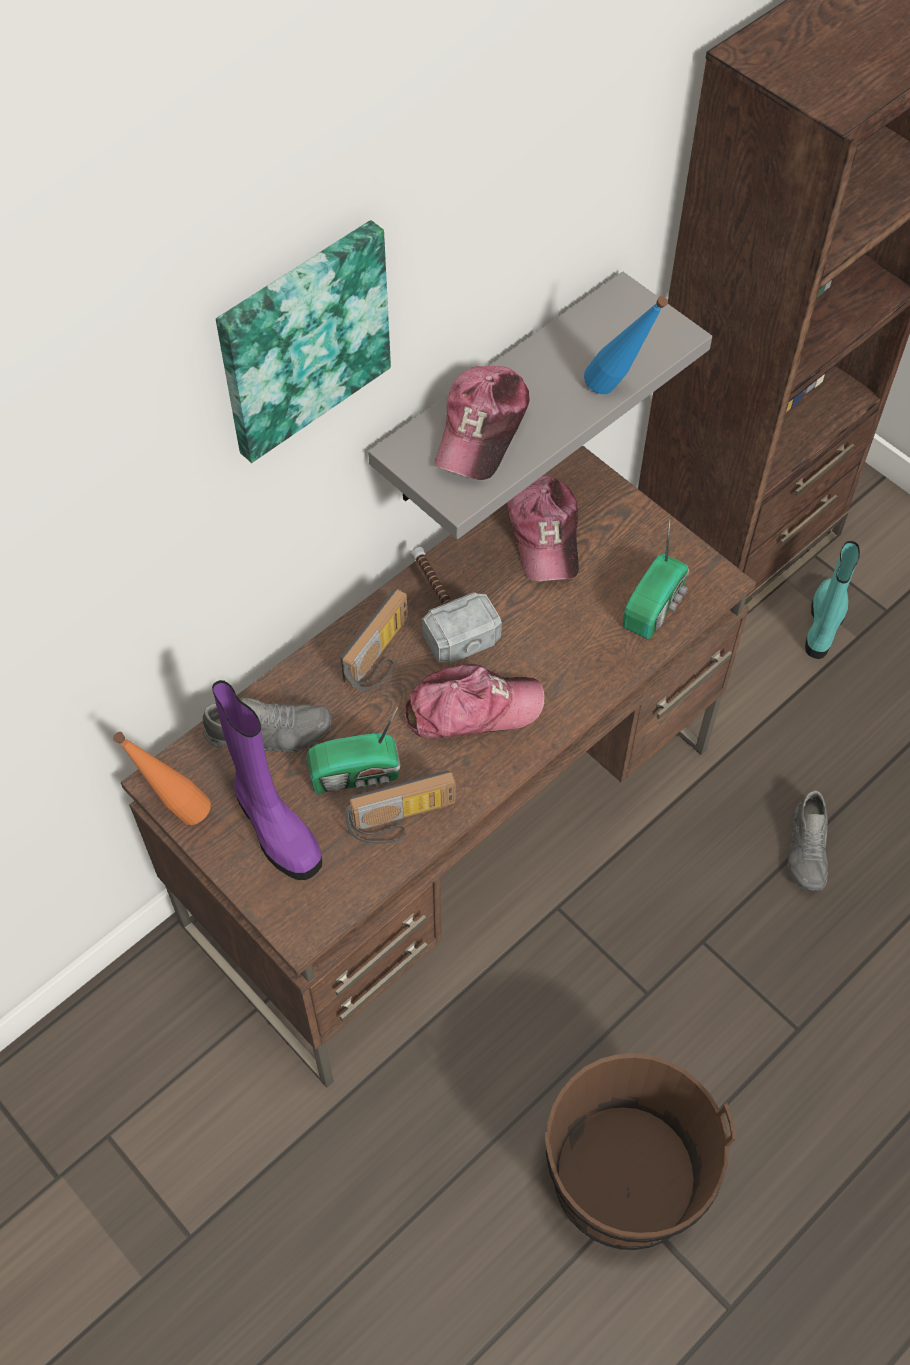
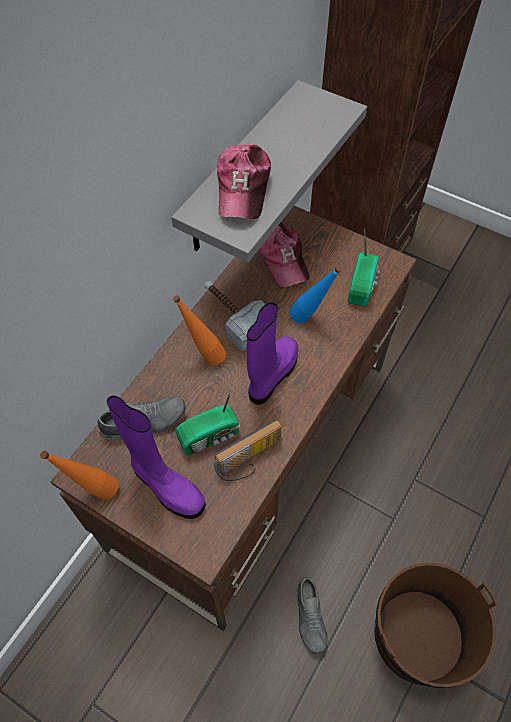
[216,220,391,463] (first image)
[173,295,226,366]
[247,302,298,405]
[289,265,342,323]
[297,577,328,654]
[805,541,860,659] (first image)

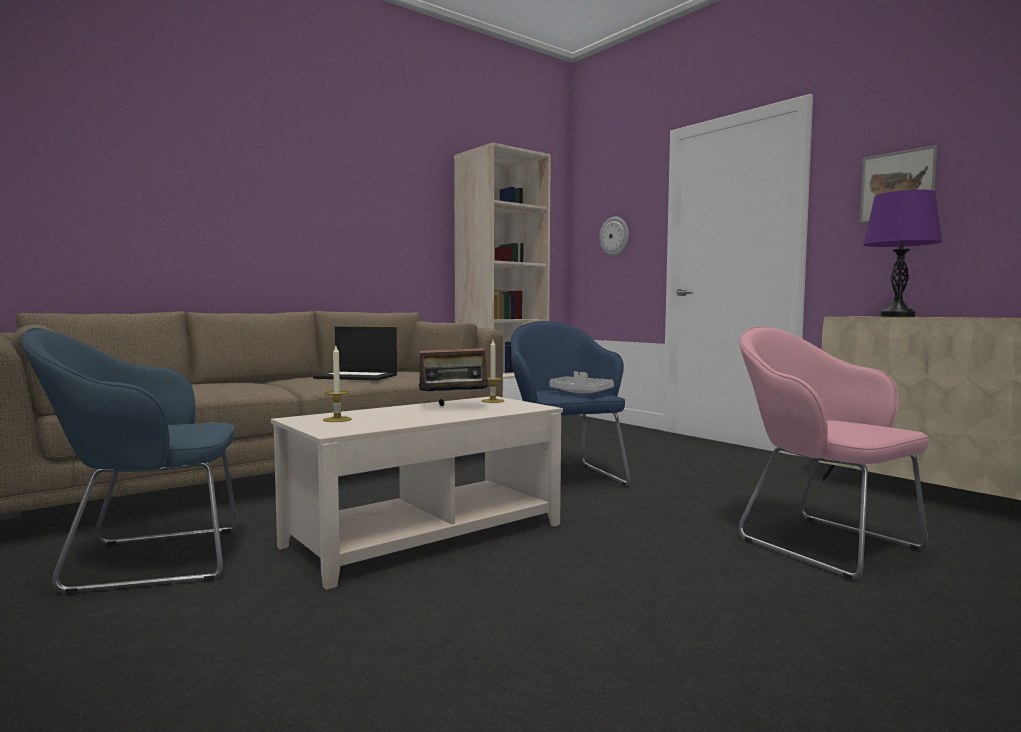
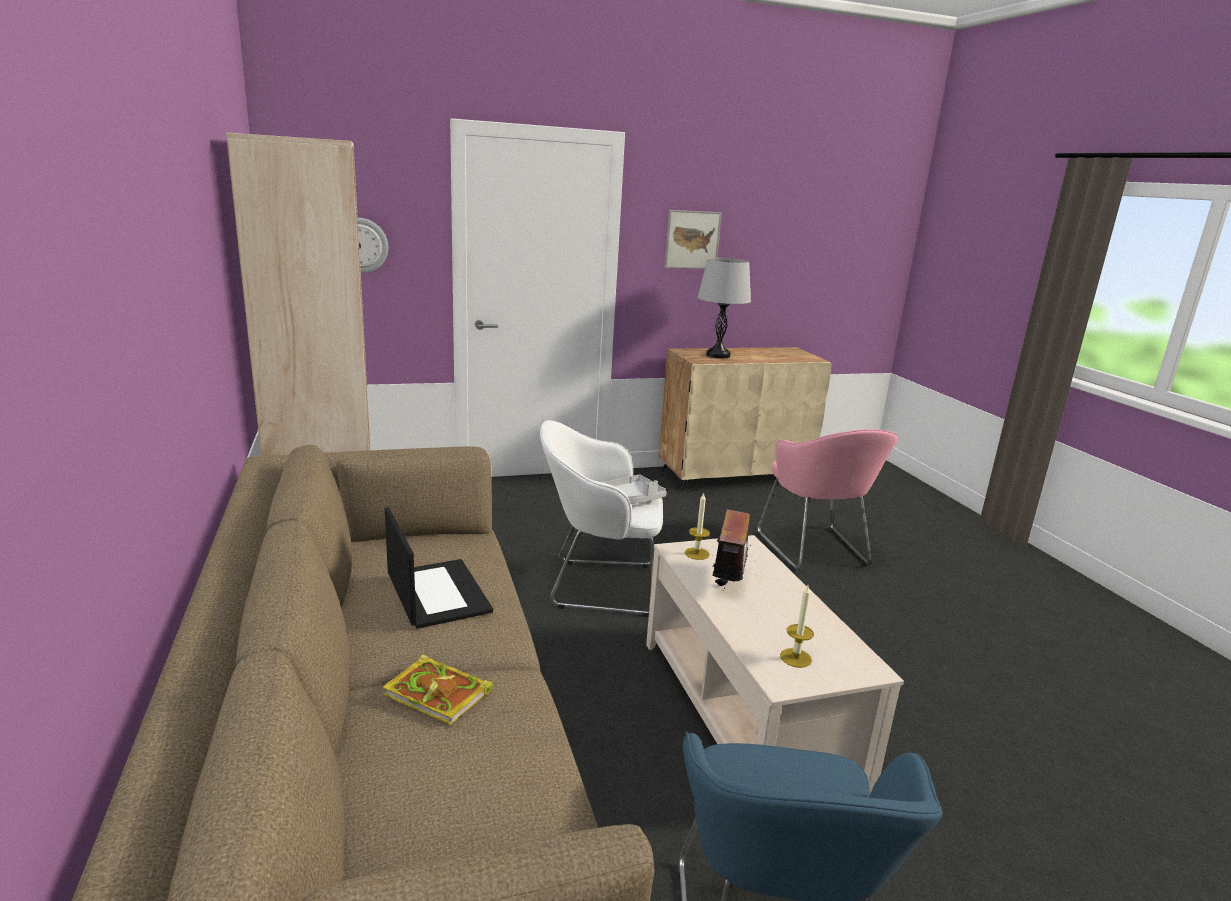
[385,507,493,629]
[540,420,663,617]
[758,429,898,570]
[698,258,751,359]
[383,654,493,725]

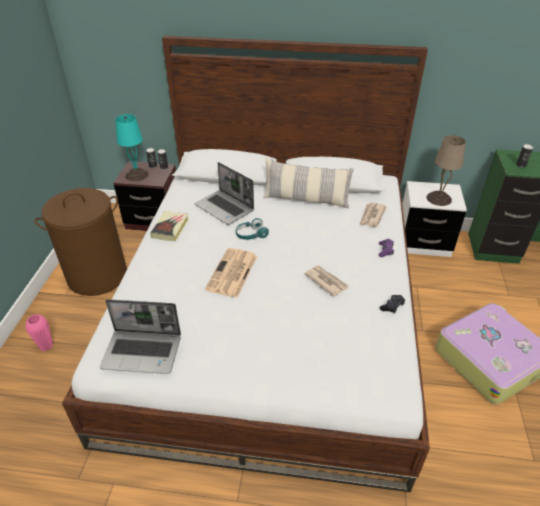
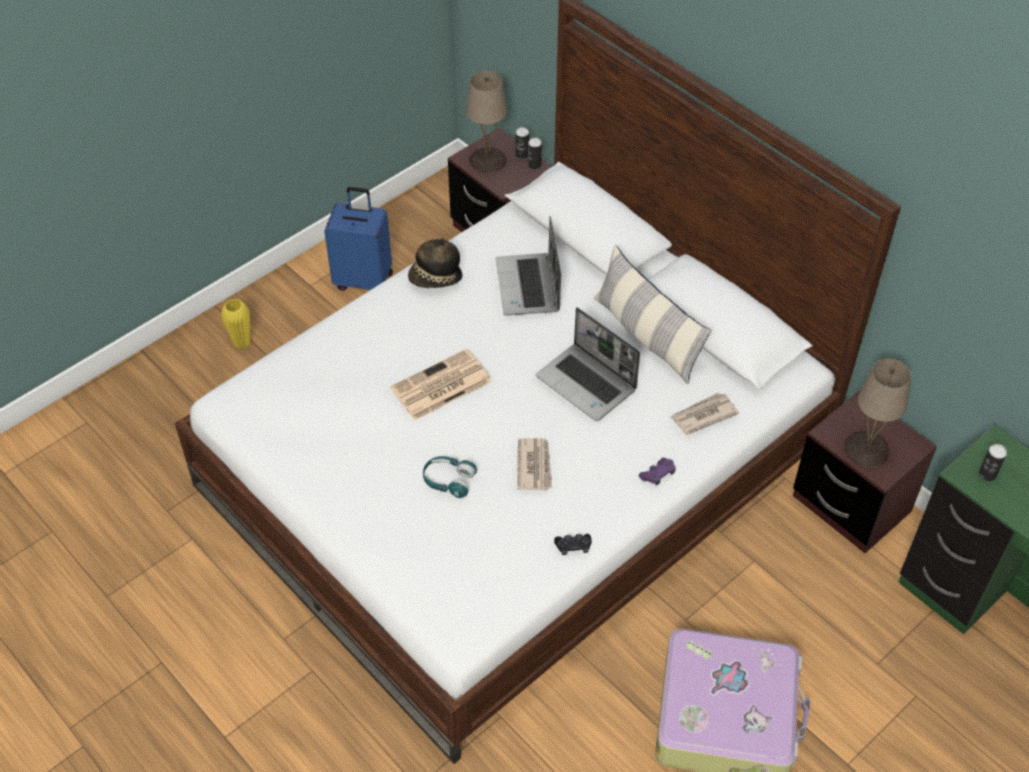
[221,299,251,349]
[324,187,393,291]
[536,307,640,421]
[466,71,507,173]
[408,238,462,288]
[423,456,477,498]
[793,390,937,553]

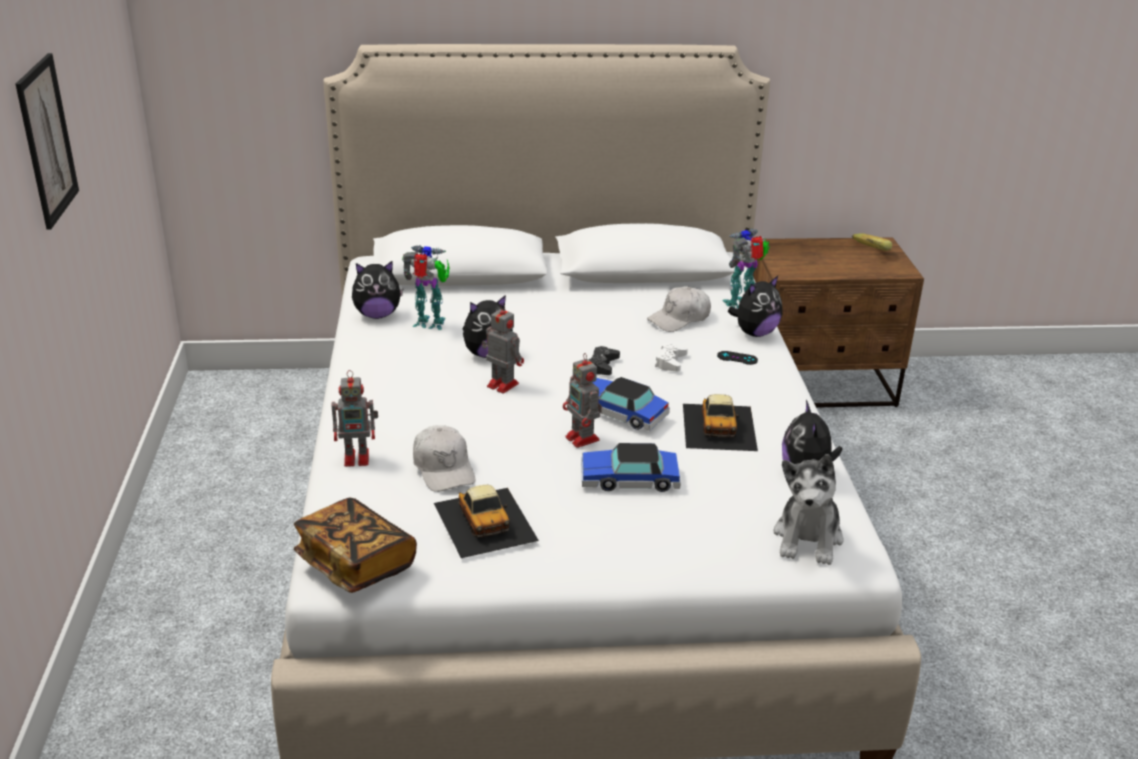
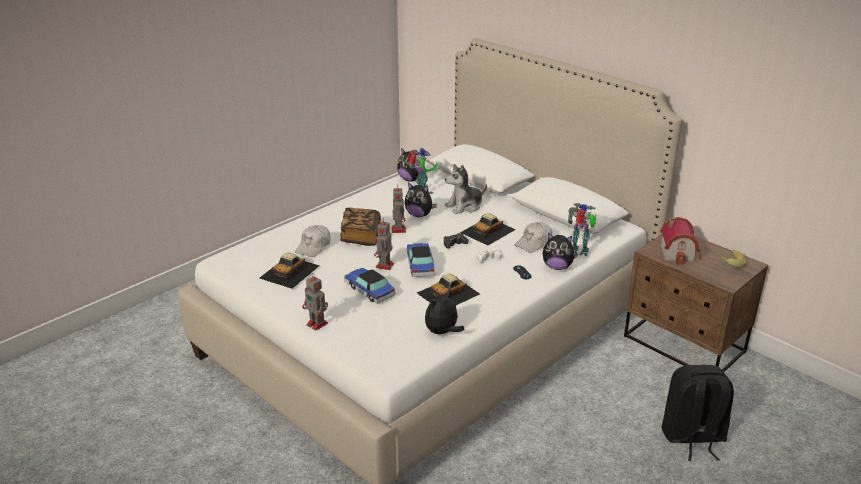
[15,53,79,230] (first image)
[340,208,381,246]
[302,273,328,331]
[515,222,552,253]
[445,164,487,214]
[460,213,516,245]
[660,217,702,265]
[661,365,734,461]

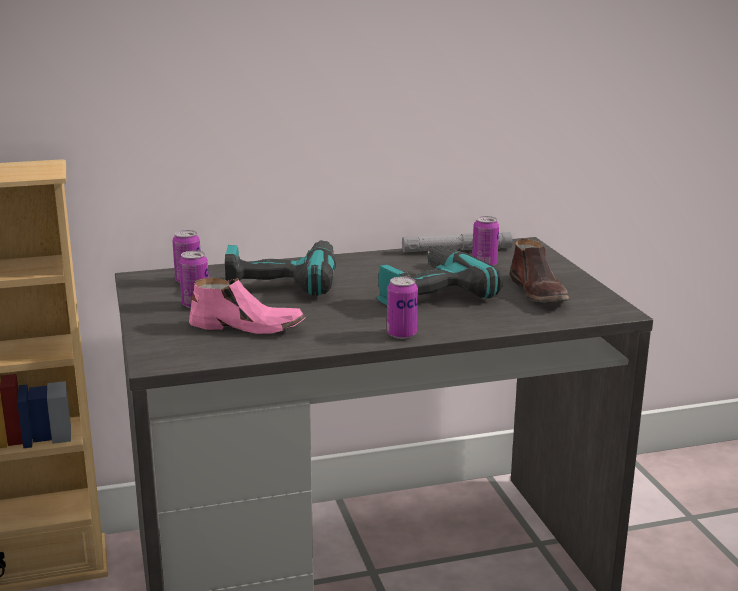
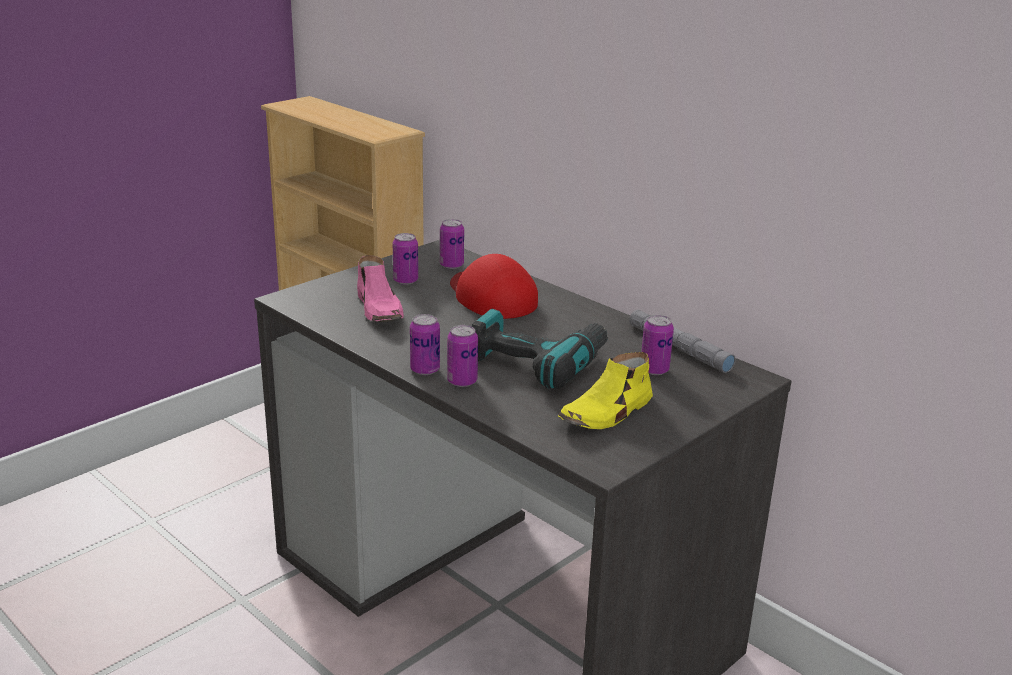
[450,254,538,319]
[558,352,653,429]
[447,325,478,387]

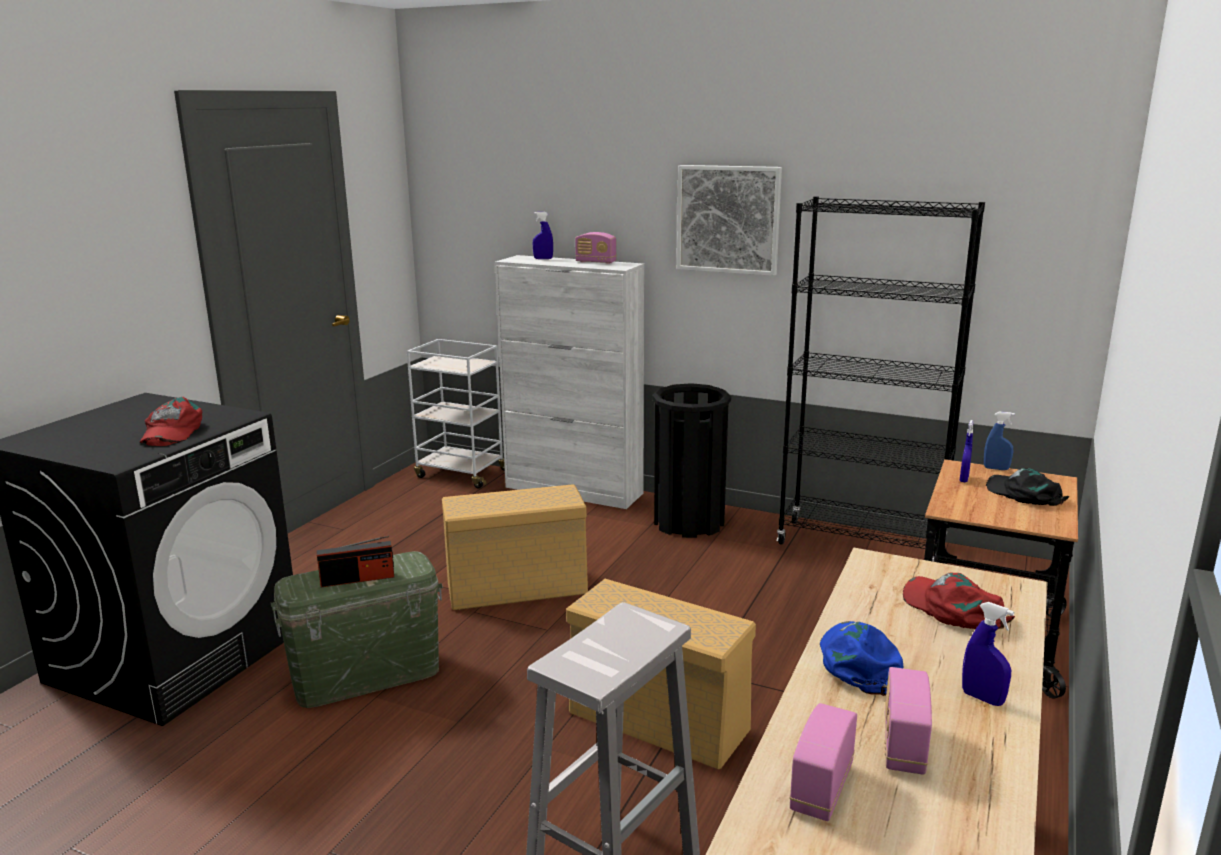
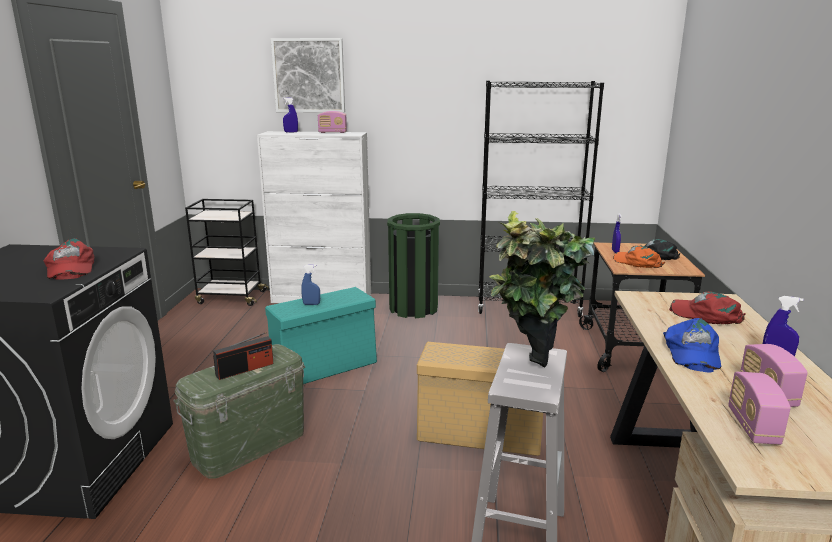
[185,199,269,306]
[265,287,377,384]
[387,213,440,318]
[271,38,345,113]
[663,318,721,373]
[301,265,320,305]
[489,211,595,368]
[613,245,665,268]

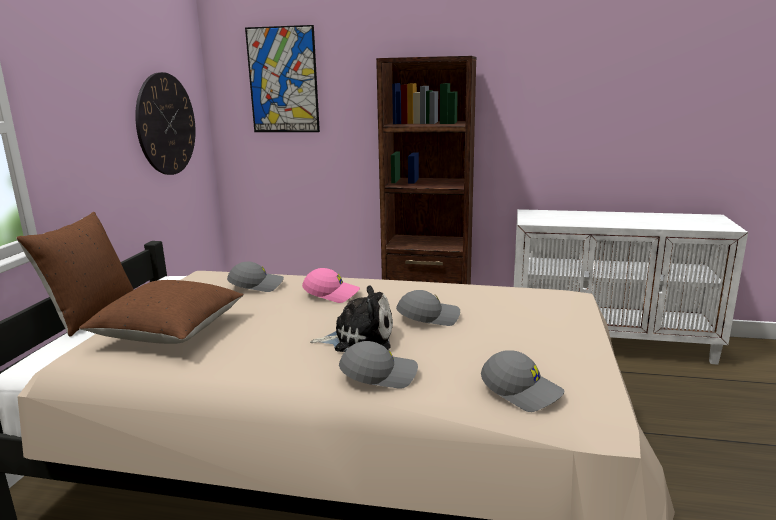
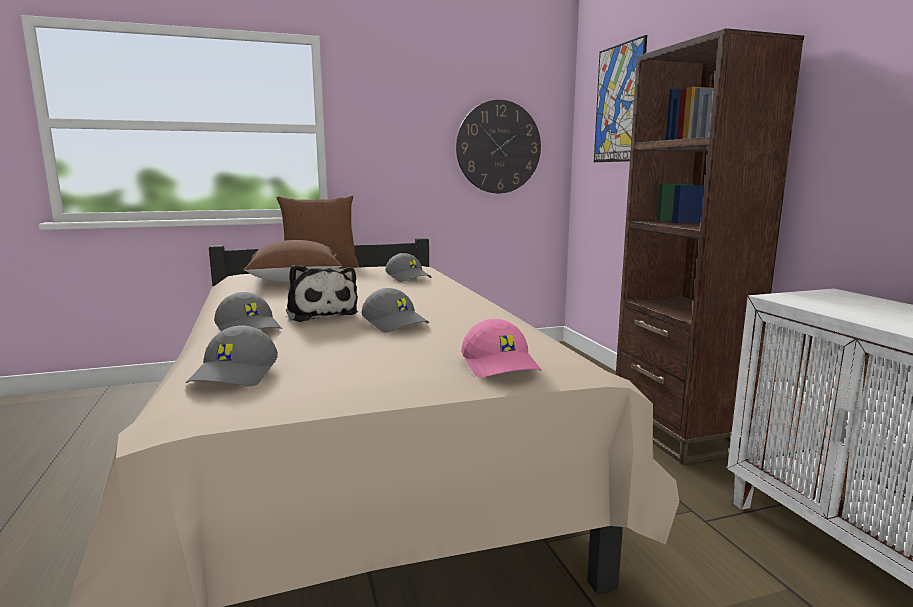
[461,319,541,378]

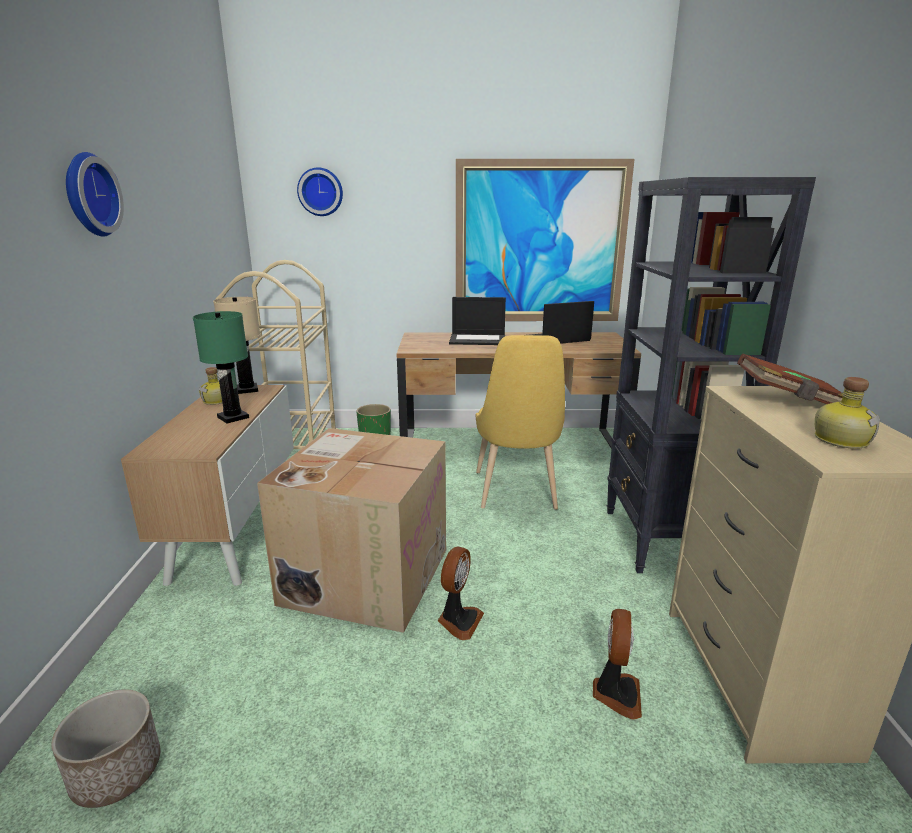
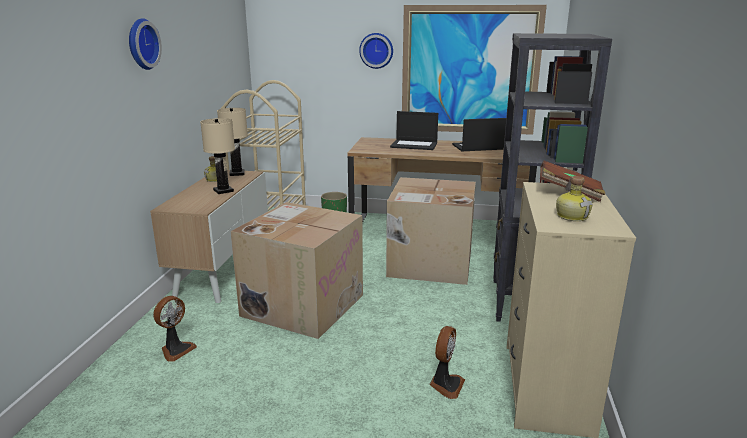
[51,690,160,808] (first image)
[200,118,235,194]
[359,33,393,69]
[153,296,197,362]
[386,177,476,285]

